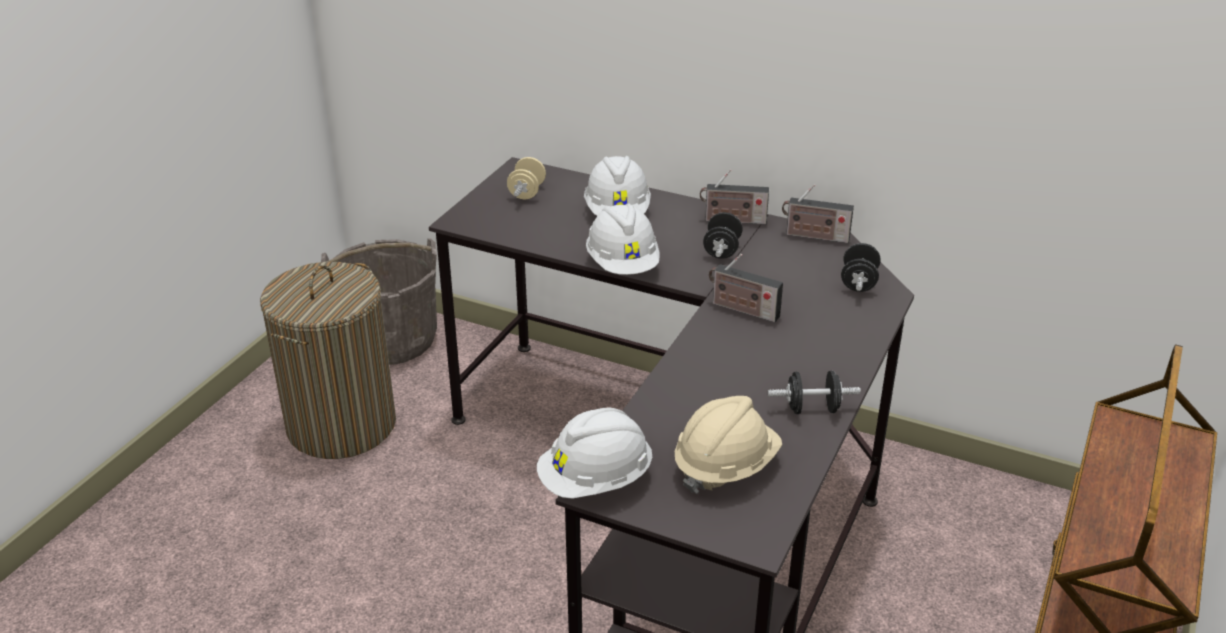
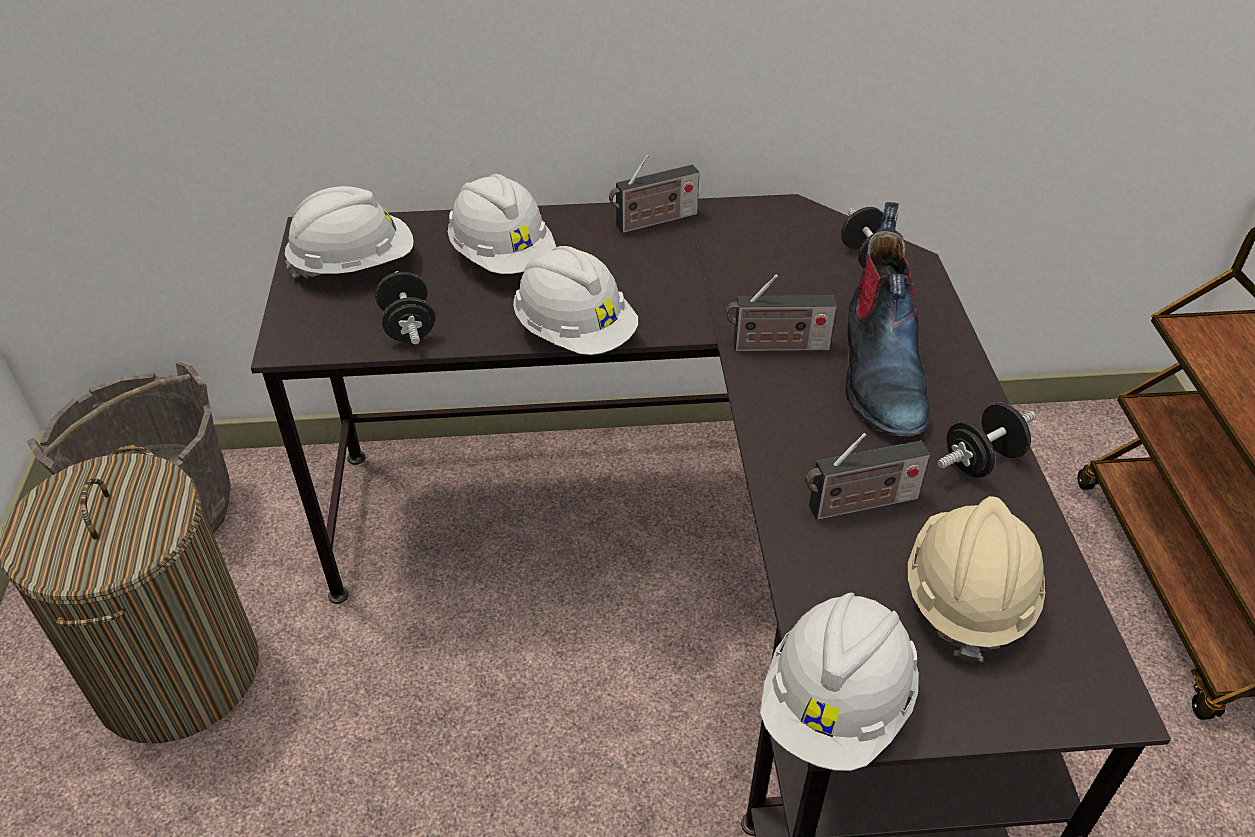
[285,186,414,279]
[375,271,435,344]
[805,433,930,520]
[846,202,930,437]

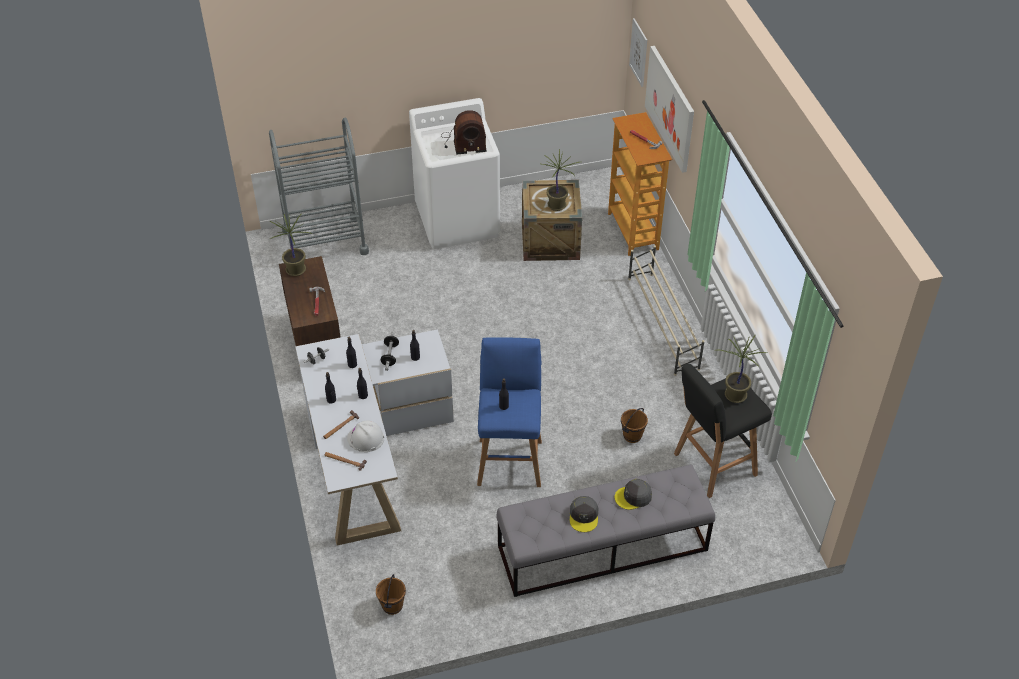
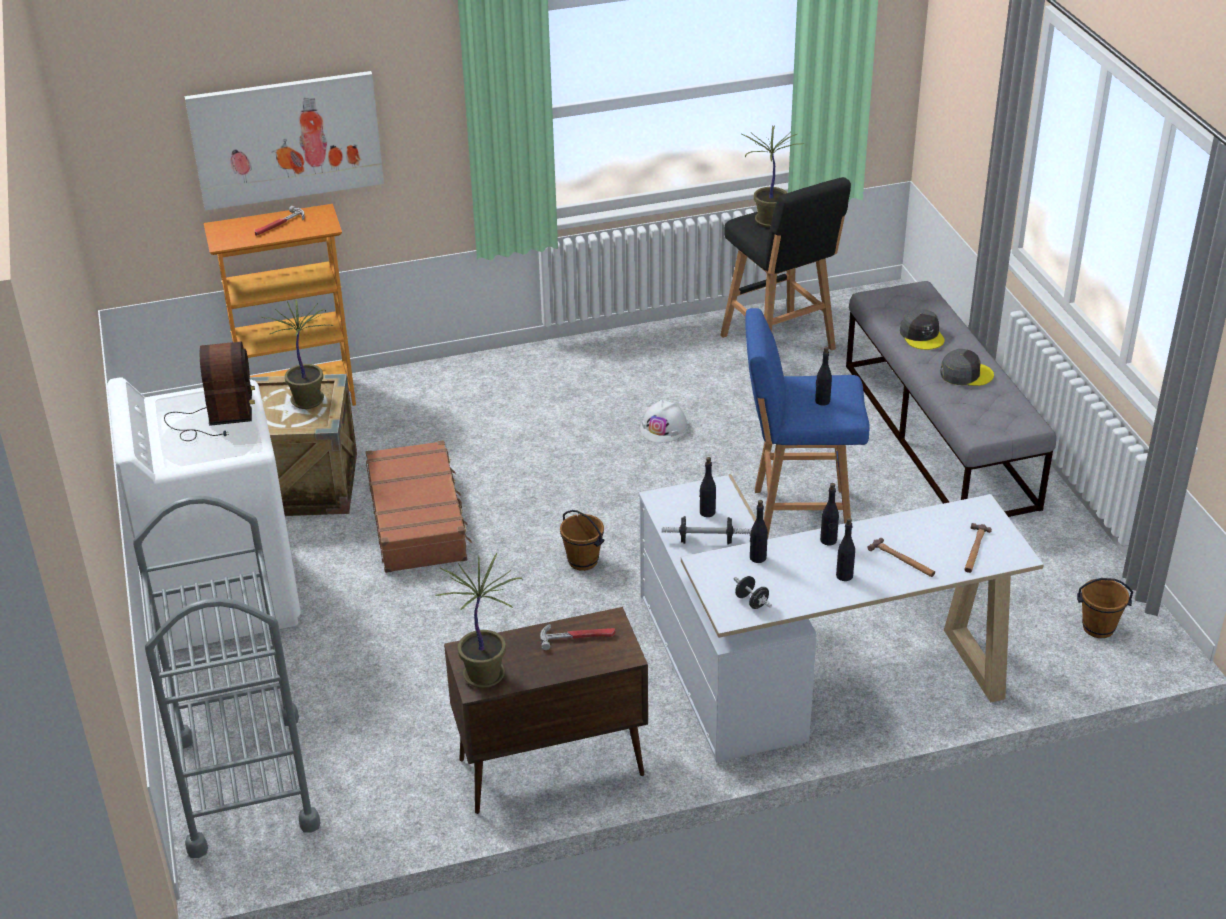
[640,400,688,443]
[560,510,604,571]
[628,245,704,376] (first image)
[629,18,647,87] (first image)
[366,440,472,573]

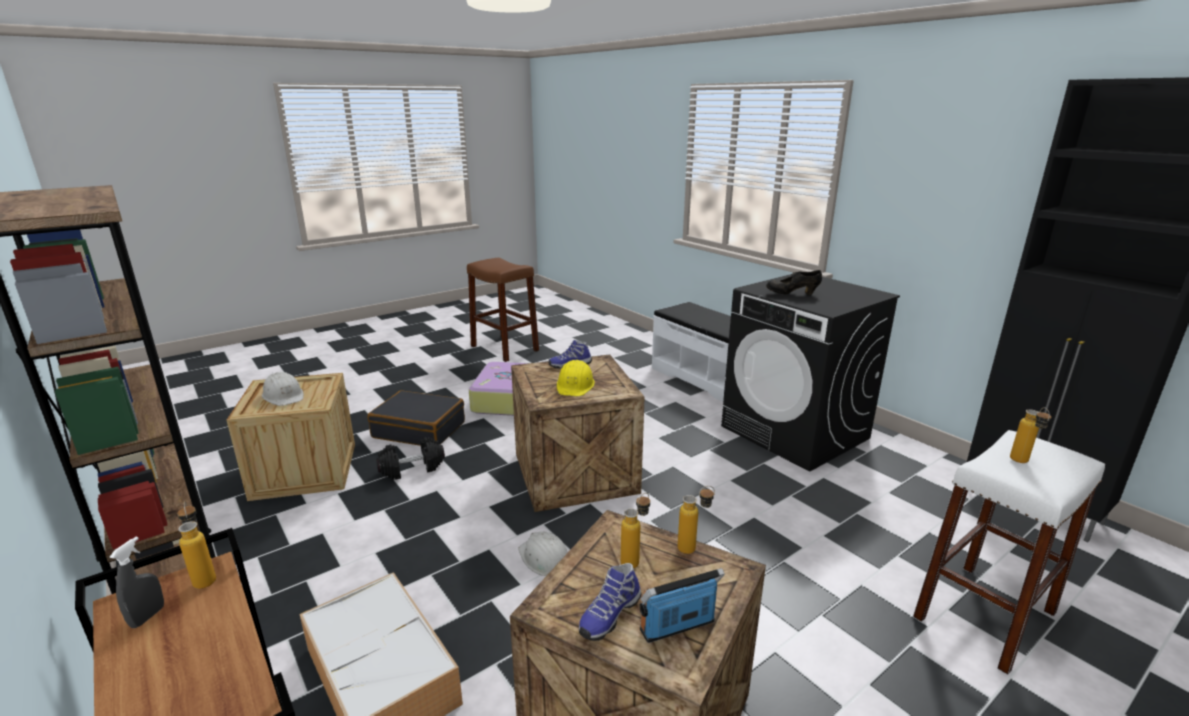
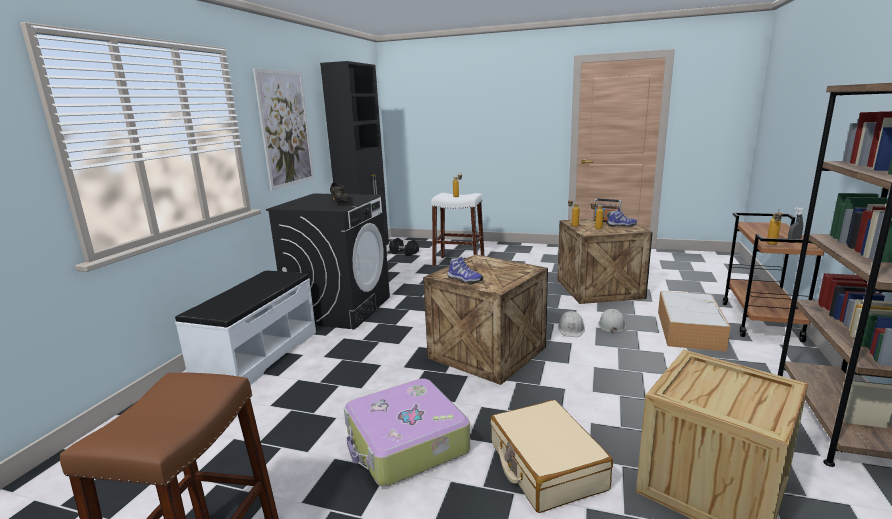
[598,309,626,334]
[490,400,613,513]
[389,238,419,256]
[557,360,595,396] (first image)
[253,68,314,190]

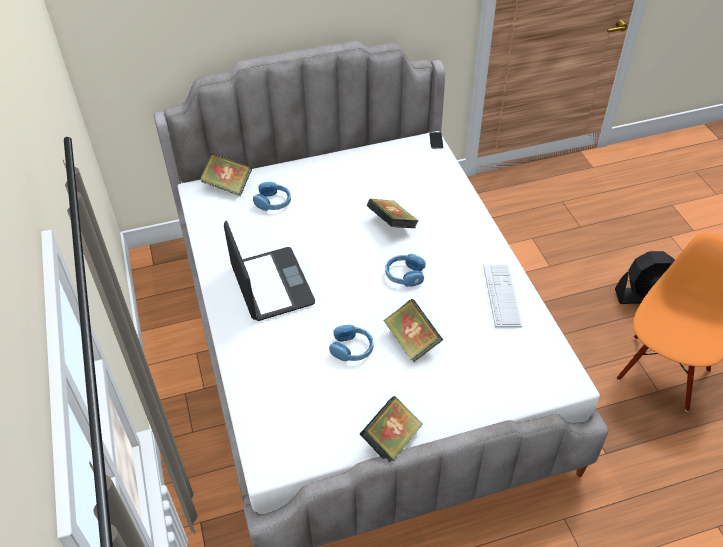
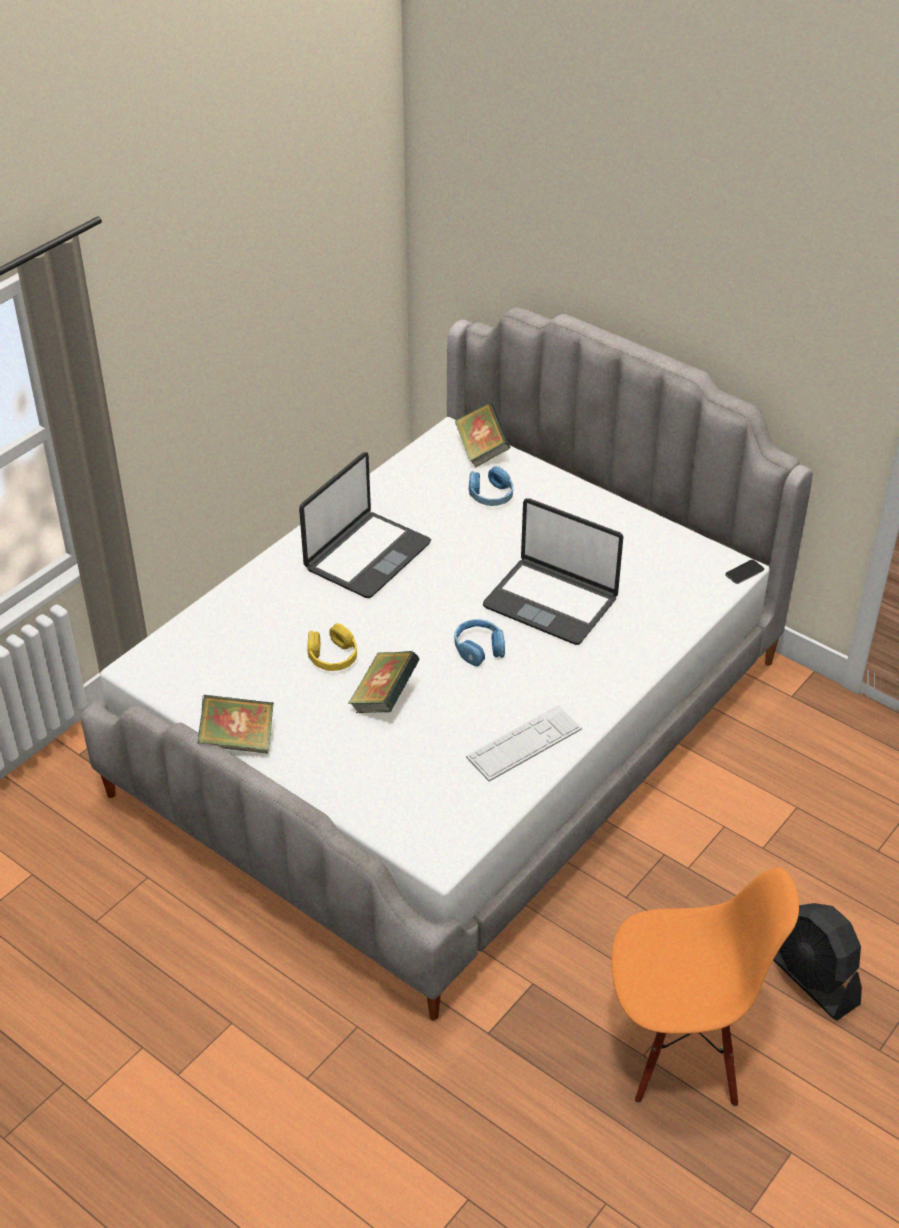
[307,623,357,671]
[483,498,623,645]

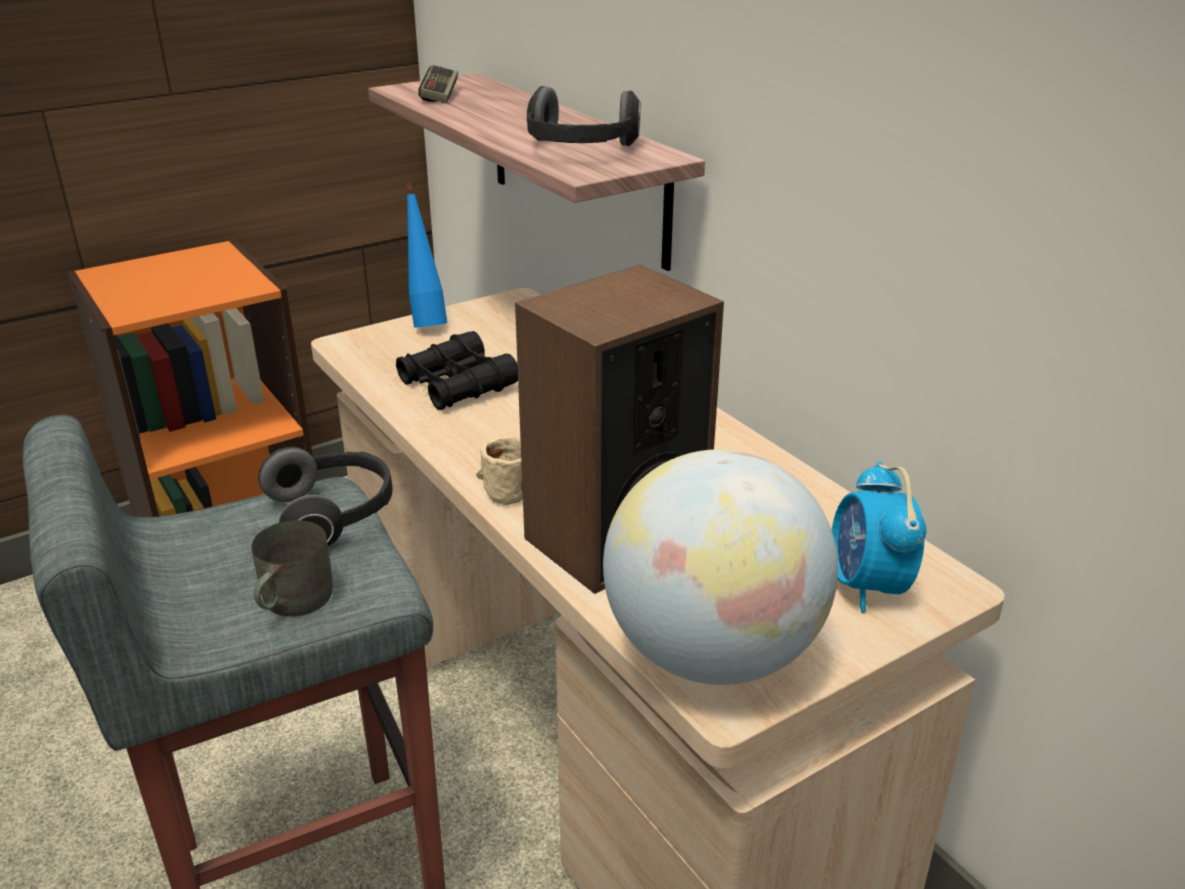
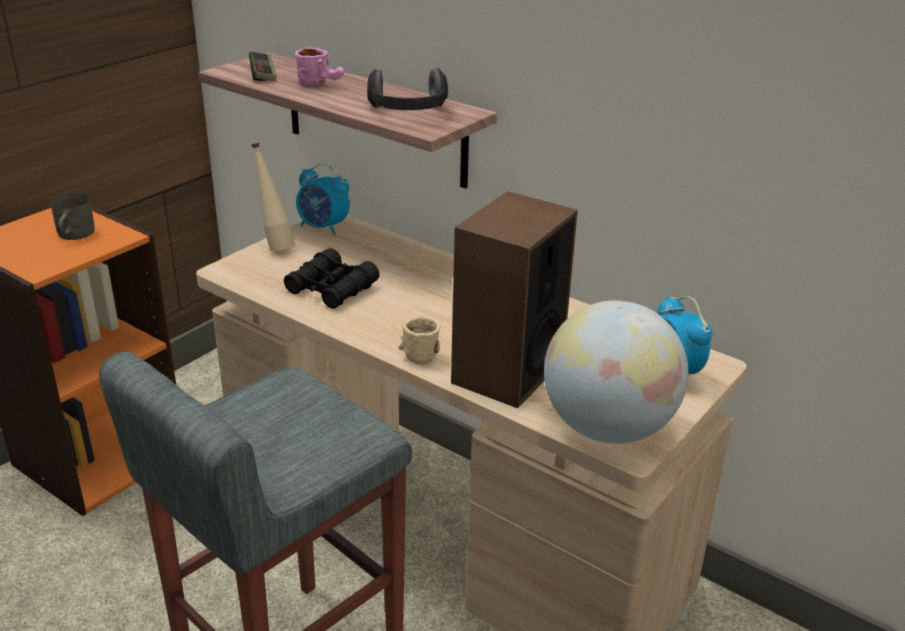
[50,193,95,240]
[258,447,393,546] (first image)
[251,143,295,251]
[295,48,344,87]
[296,163,350,235]

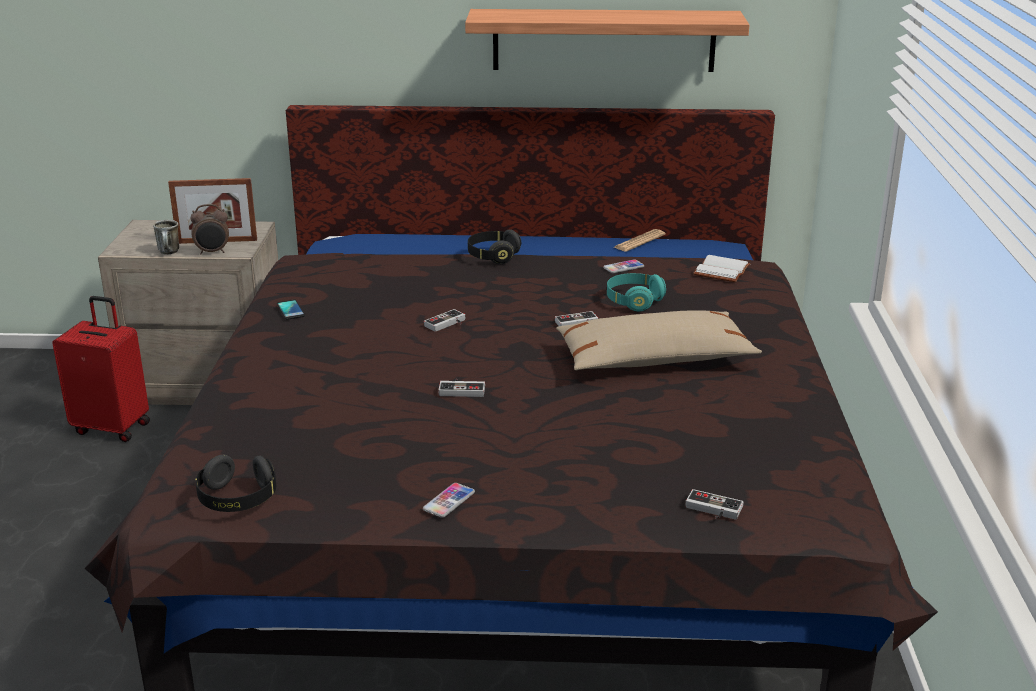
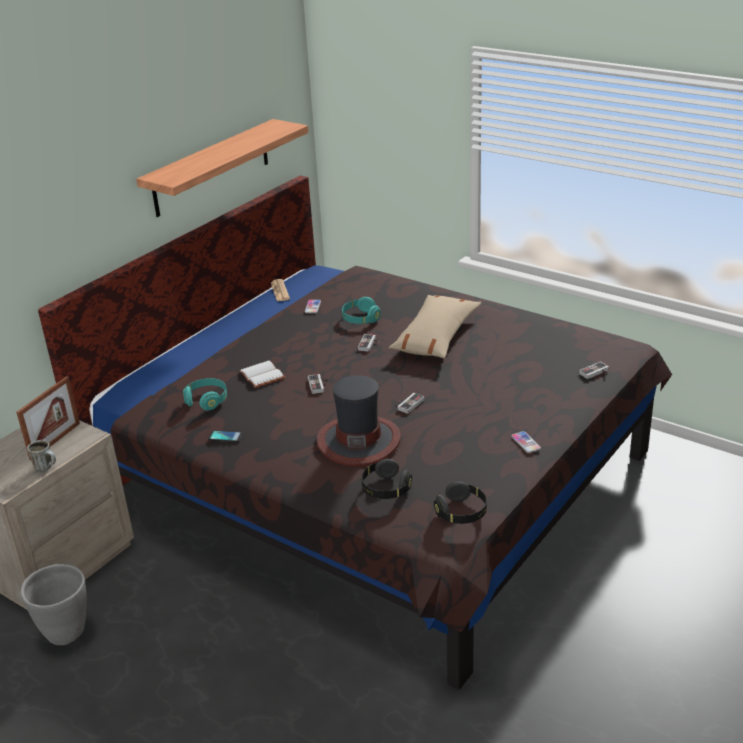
[21,564,87,645]
[191,204,229,255] (first image)
[361,459,412,499]
[239,361,285,388]
[183,378,227,410]
[317,375,401,466]

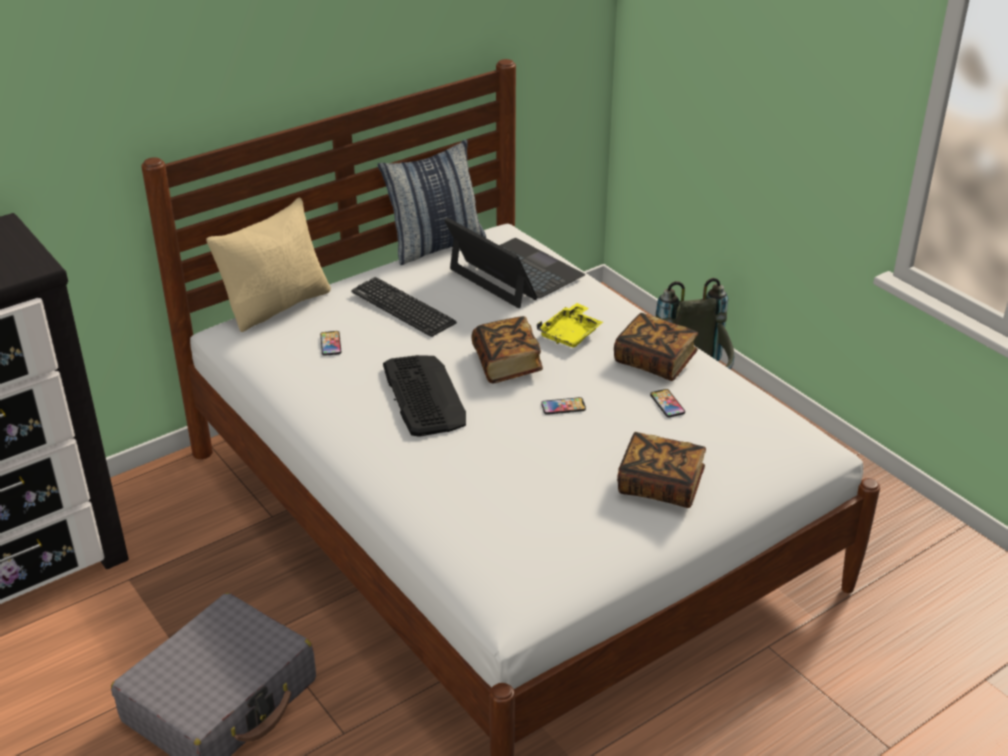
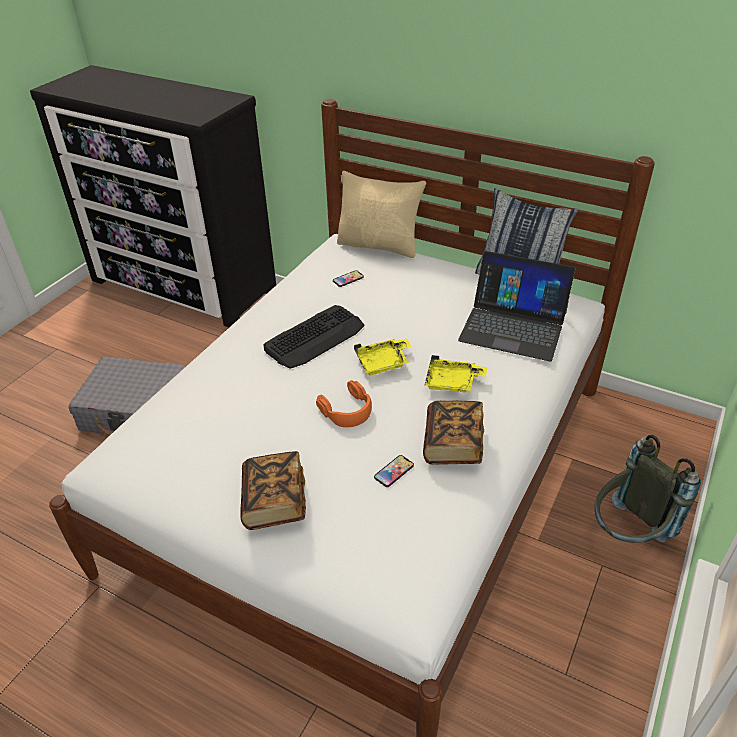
[351,277,457,337] (first image)
[458,251,575,361]
[354,339,411,375]
[316,380,372,427]

